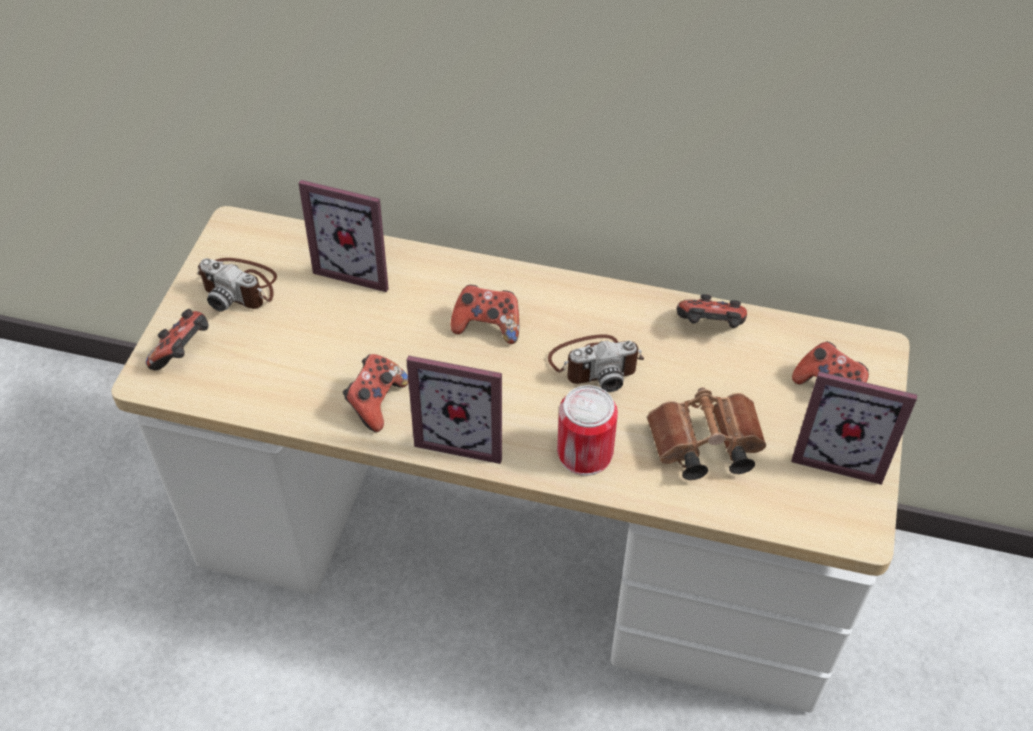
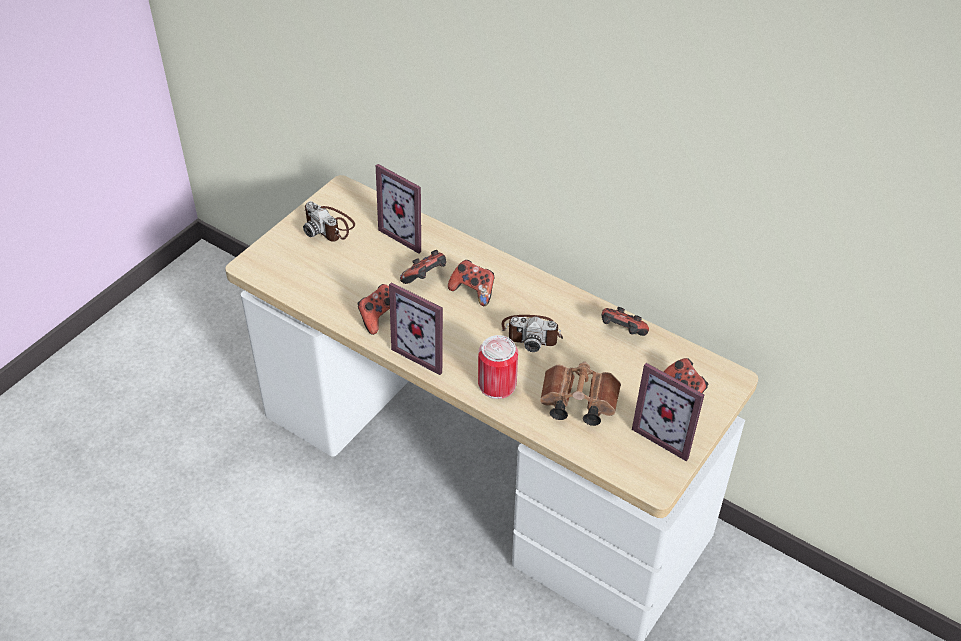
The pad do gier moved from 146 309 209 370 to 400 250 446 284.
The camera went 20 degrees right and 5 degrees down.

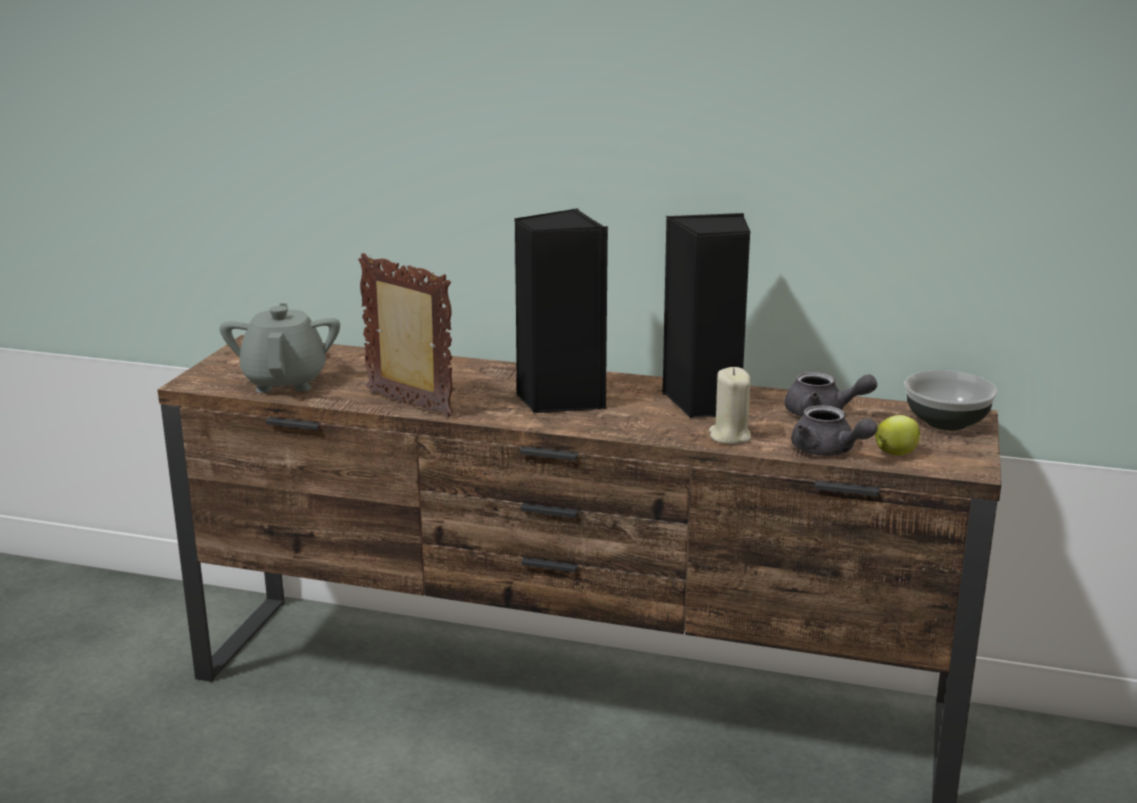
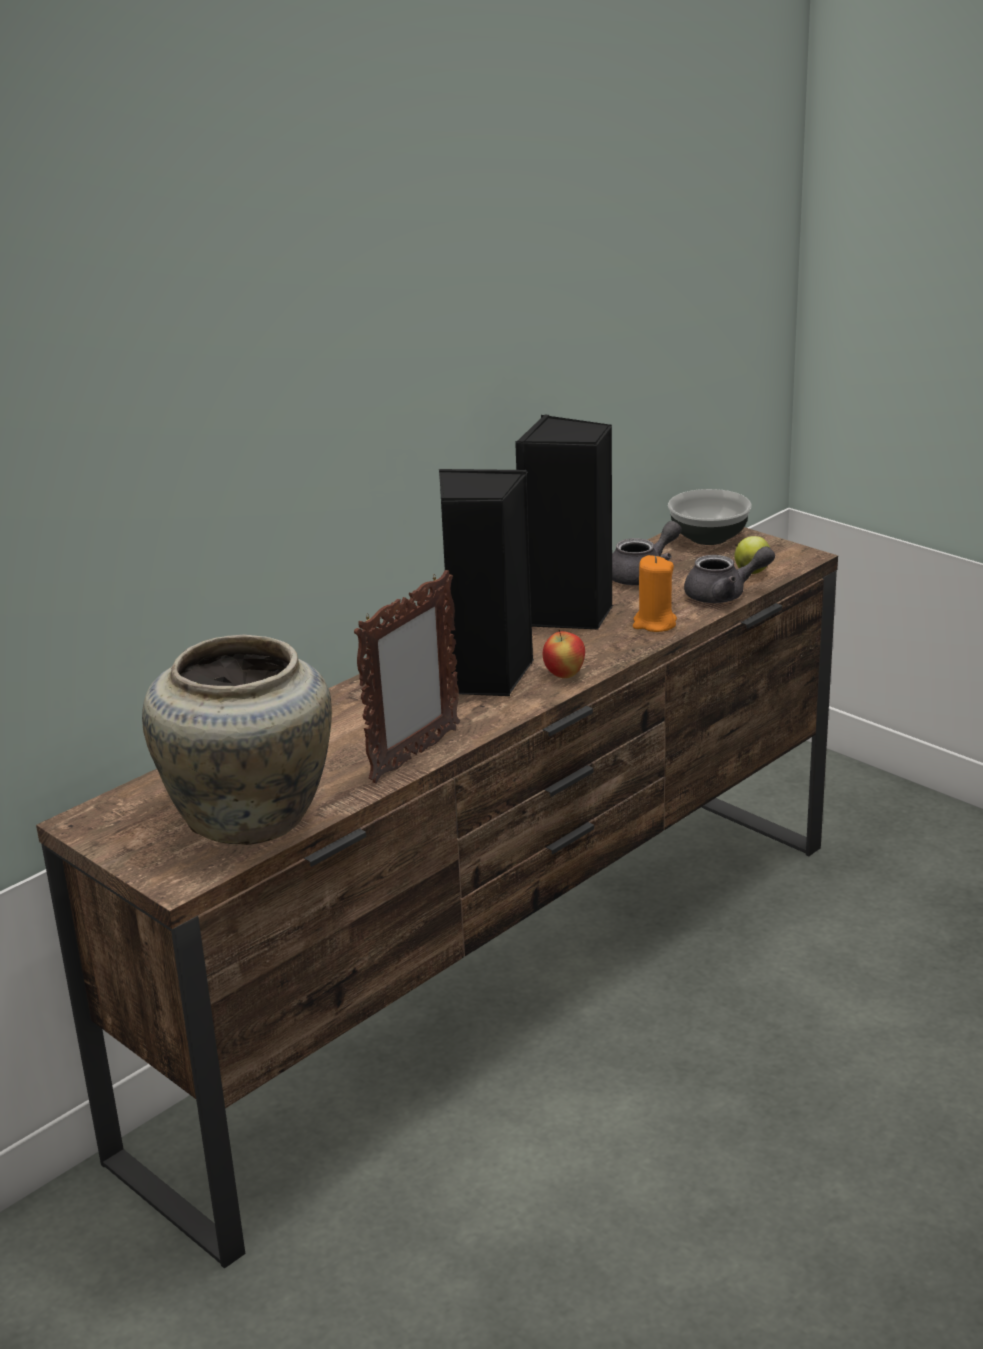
The imbryk [szary] at 220 303 340 393 was replaced by the wazon [beżowy] at 142 635 332 845.
The ramka na zdjęcie at 358 253 453 417 turned 150 degrees clockwise.
The świeca [beżowy] at 709 367 751 444 became the świeca [pomarańczowy] at 633 555 677 632.
The jabłko at 543 629 585 678 appeared.
The camera went 60 degrees left and 5 degrees up.

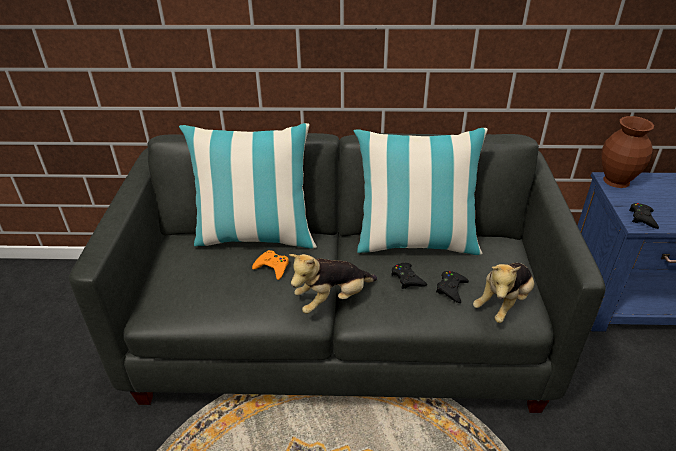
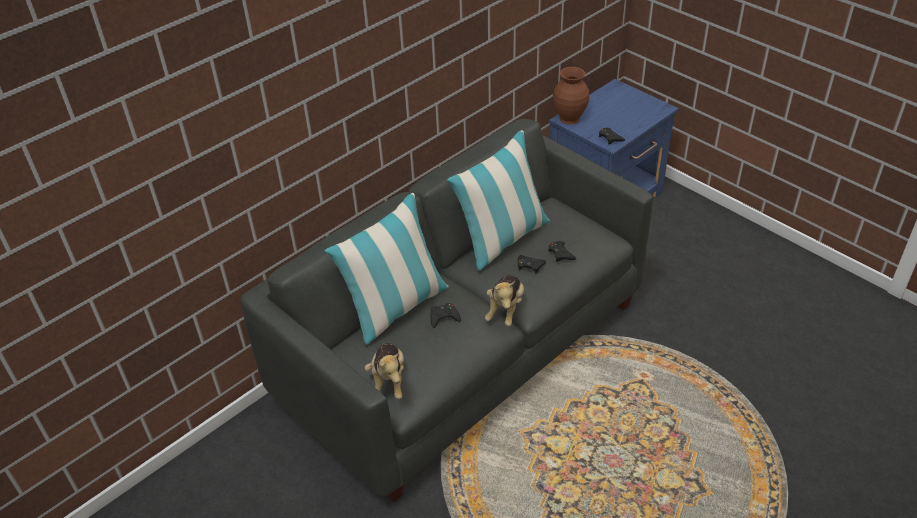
The pad do gier [pomarańczowy] at 252 250 289 280 became the pad do gier [czarny] at 430 303 461 328.
The pluszak moved from 473 263 534 323 to 365 343 404 399.
The camera went 45 degrees left and 5 degrees up.

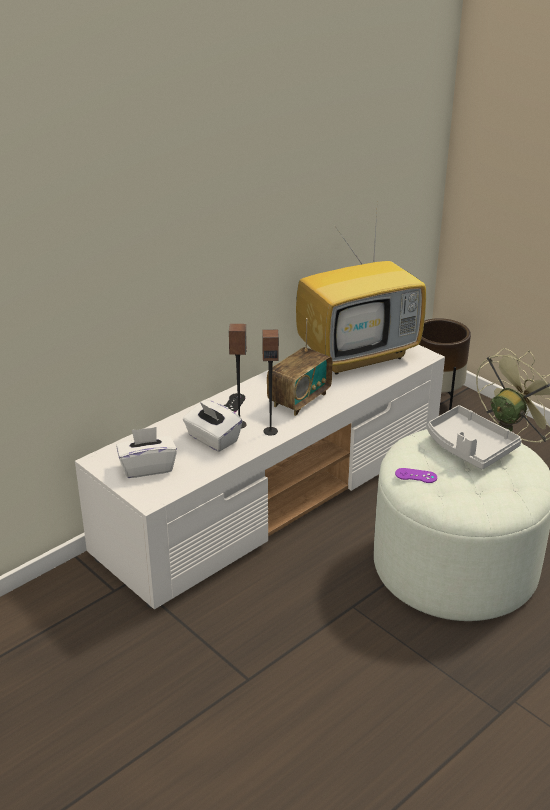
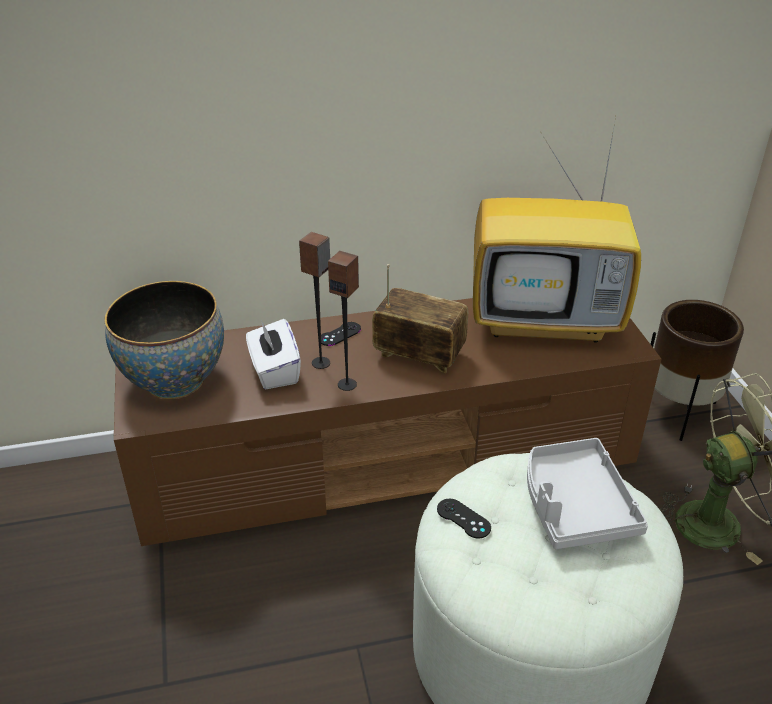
The szafka pod telewizor [biały] at 75 345 445 610 became the szafka pod telewizor [brązowy] at 114 298 661 546.
The pudełko chusteczek [biały] at 116 427 177 478 was replaced by the miska at 104 281 224 399.
The radio at 267 318 333 416 turned 135 degrees counterclockwise.
The pad do gier [fioletowy] at 395 468 437 483 became the pad do gier [czarny] at 437 499 491 538.
The camera went 30 degrees right and 5 degrees up.

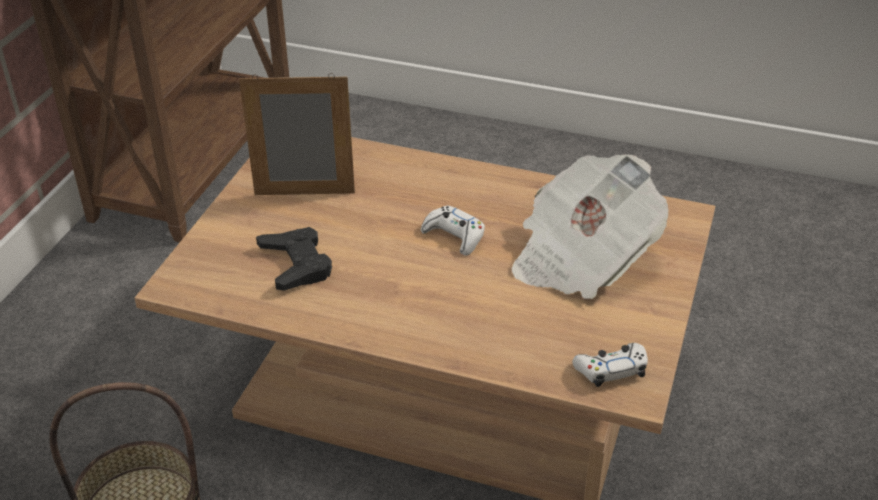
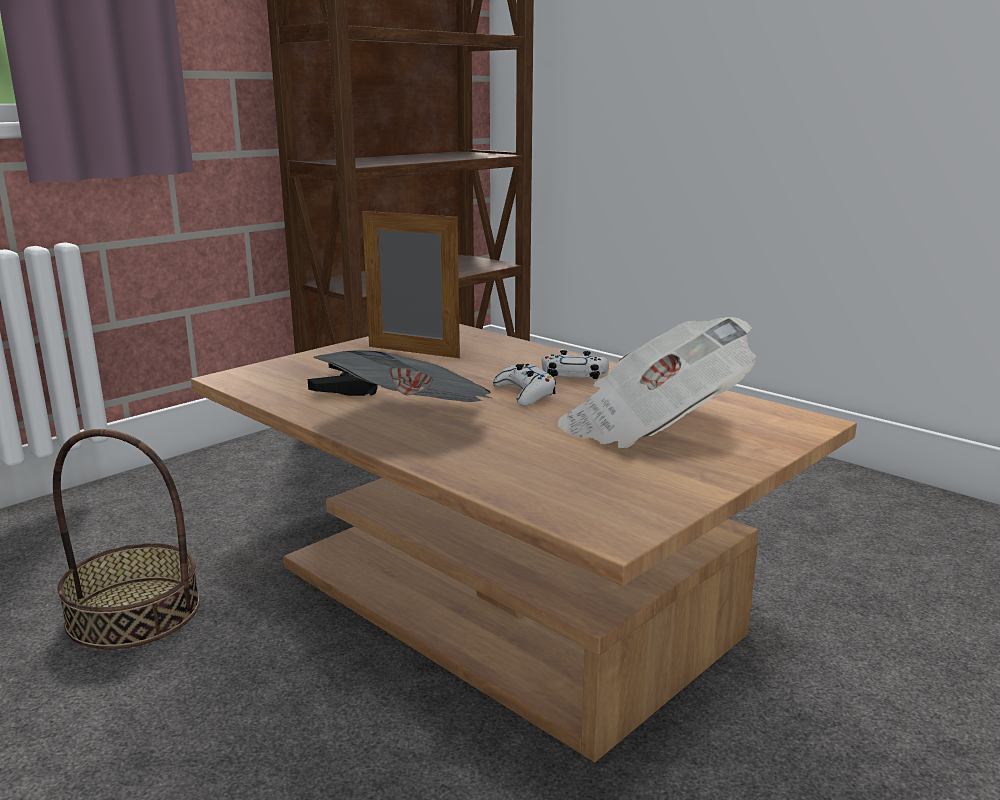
The pad do gier [biały] moved from 572 343 648 387 to 542 350 609 379.
The gazeta at 313 350 492 402 appeared.
The camera went 25 degrees right and 20 degrees down.

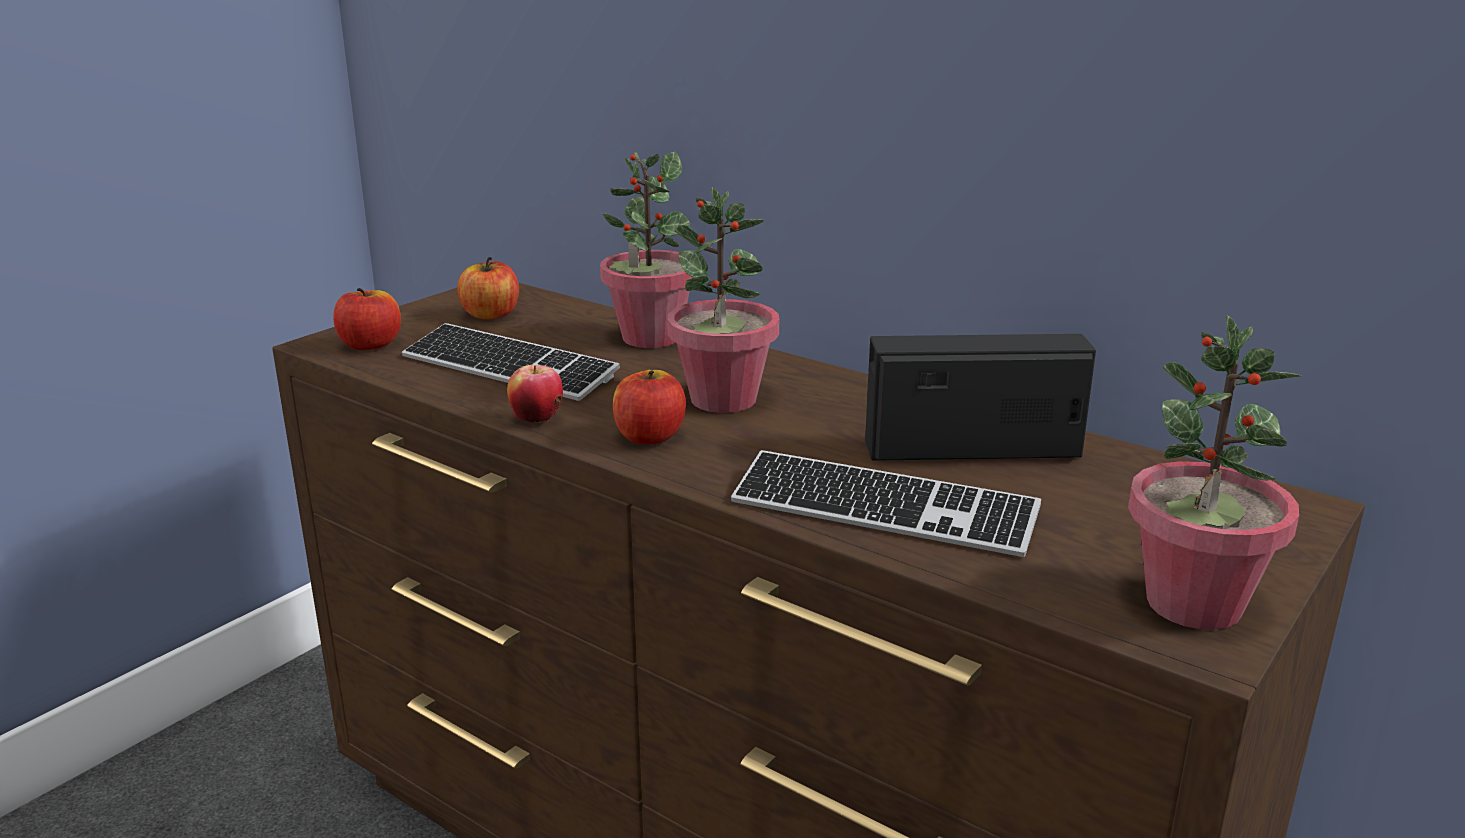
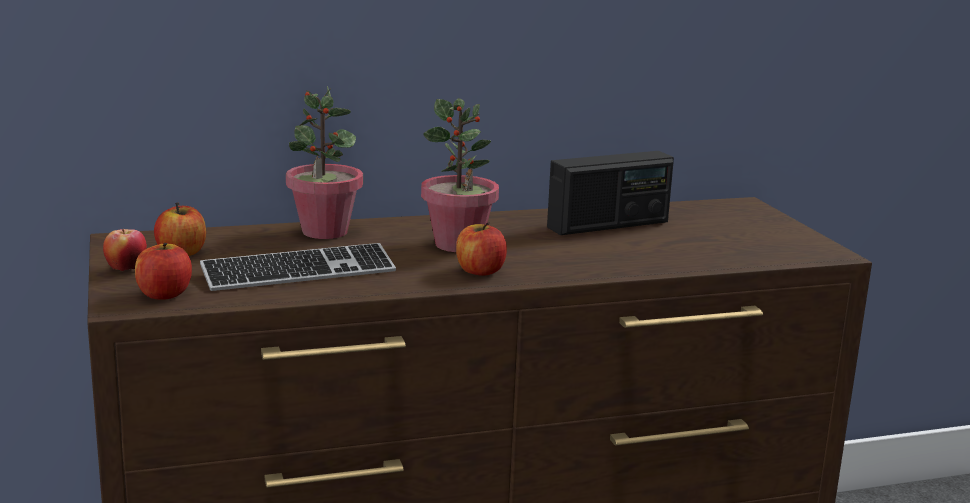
The jabłko moved from 507 365 563 423 to 103 229 147 271.
The klawiatura at 731 450 1041 557 disappeared.
The radio at 865 334 1096 461 turned 150 degrees counterclockwise.
The roślina doniczkowa at 1128 315 1302 630 disappeared.
The camera went 55 degrees left and 5 degrees down.

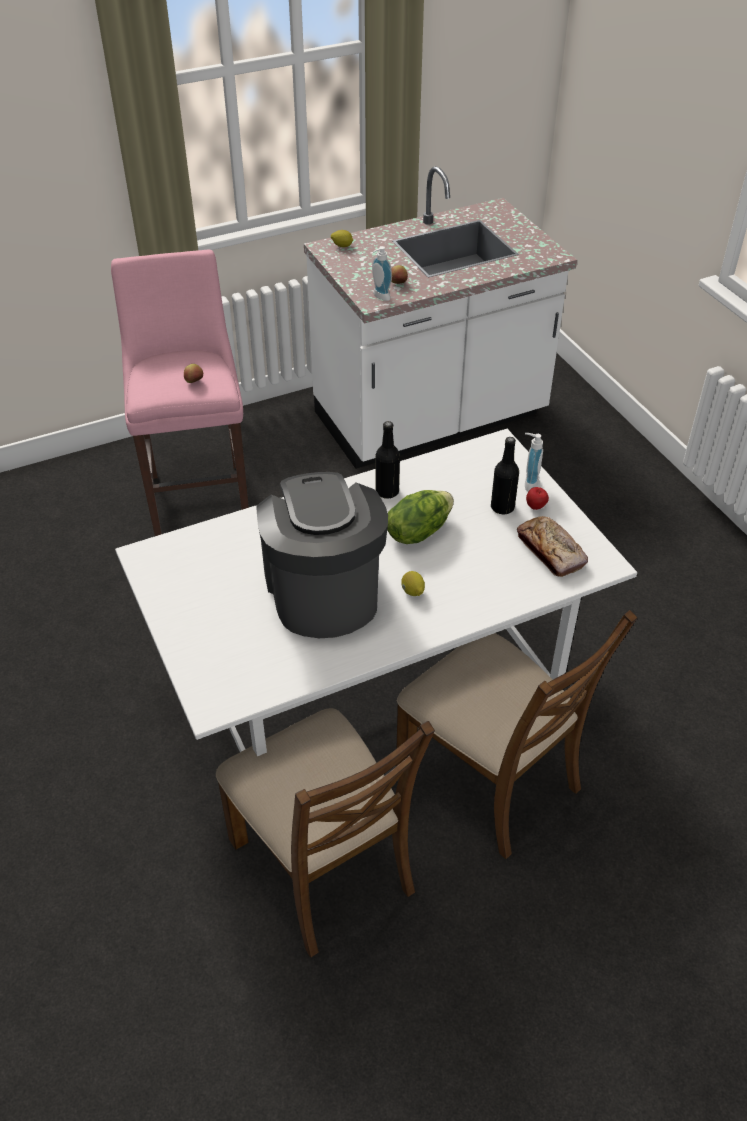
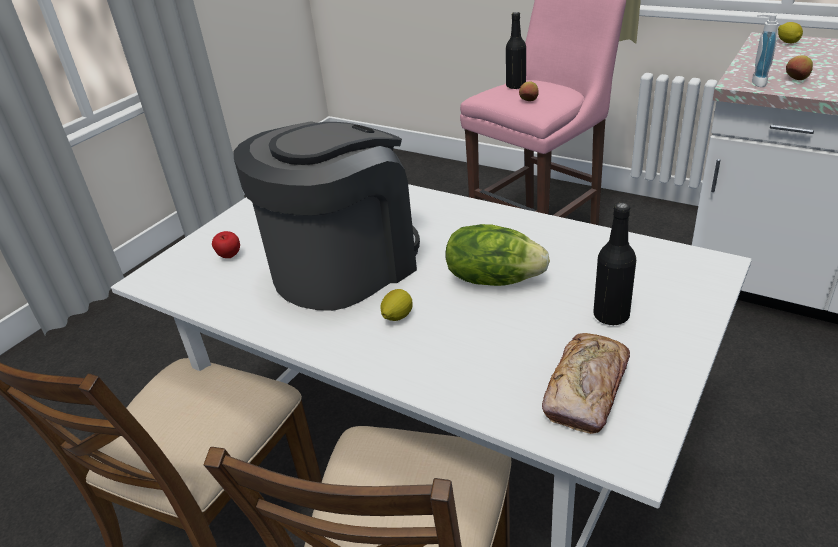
The butelka [czarny] moved from 376 421 400 498 to 506 12 526 89.
The dozownik mydła at 525 433 543 491 disappeared.
The jabłko moved from 526 487 549 510 to 212 231 240 258.
The camera went 60 degrees right and 10 degrees down.

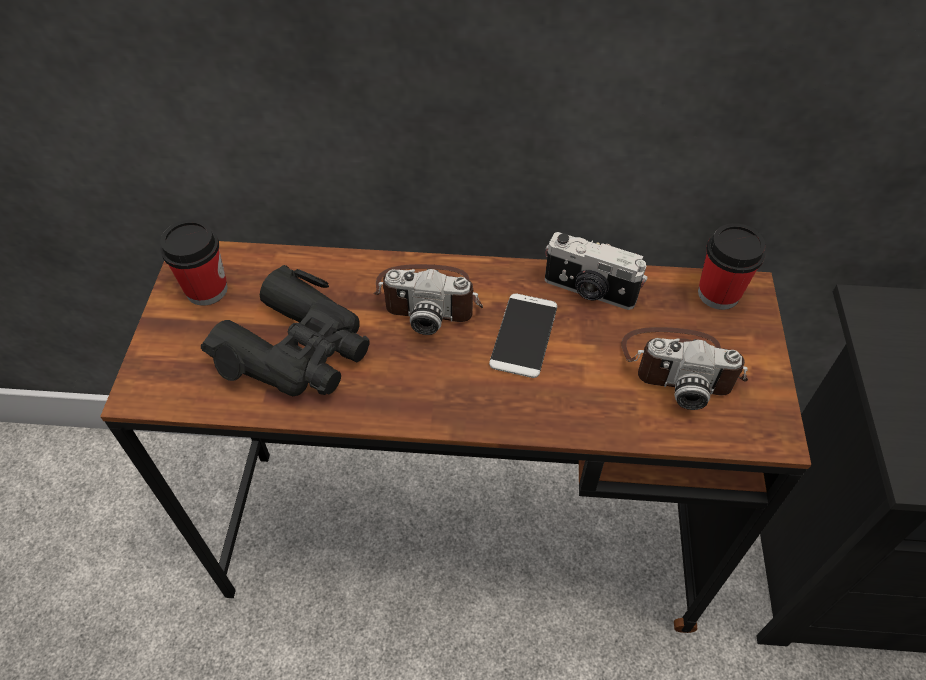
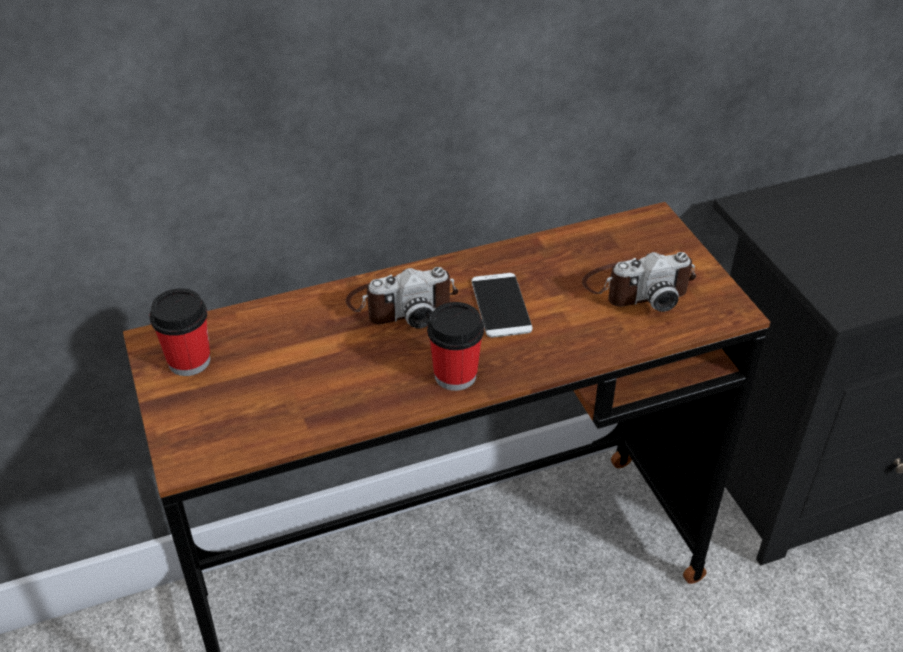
The lornetka [czarny] at 201 265 370 396 disappeared.
The aparat fotograficzny at 545 232 648 310 disappeared.
The filiżanka moved from 698 223 766 310 to 427 302 484 391.
The camera went 25 degrees left and 10 degrees down.

